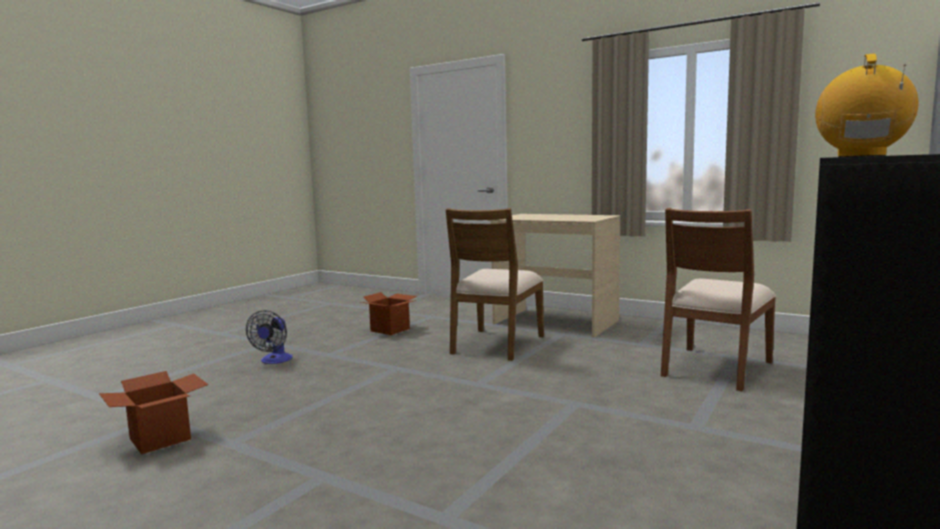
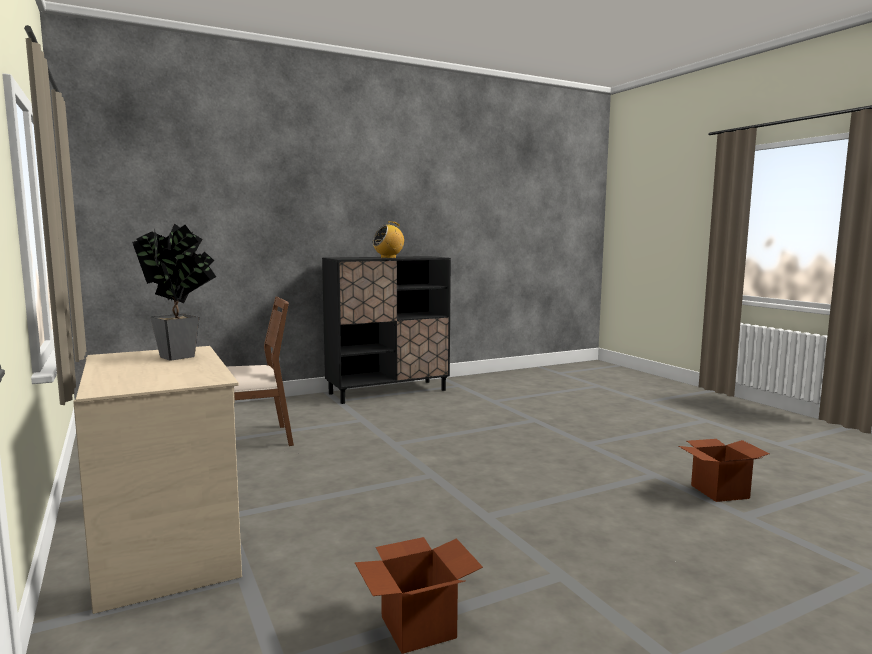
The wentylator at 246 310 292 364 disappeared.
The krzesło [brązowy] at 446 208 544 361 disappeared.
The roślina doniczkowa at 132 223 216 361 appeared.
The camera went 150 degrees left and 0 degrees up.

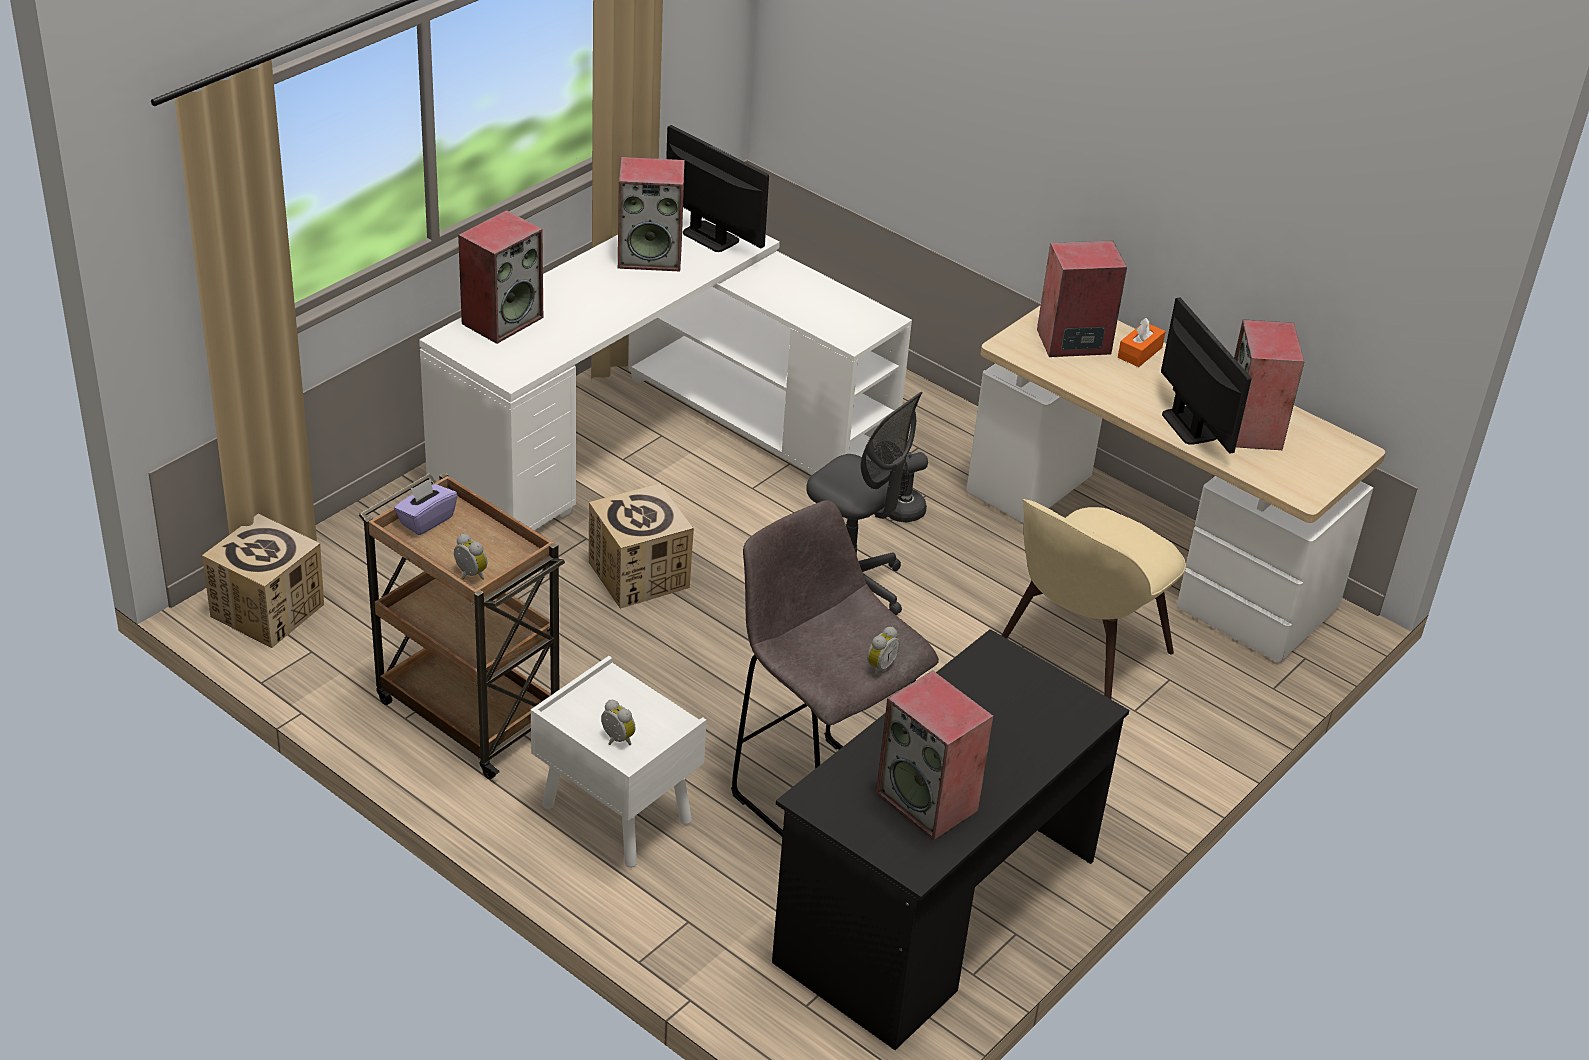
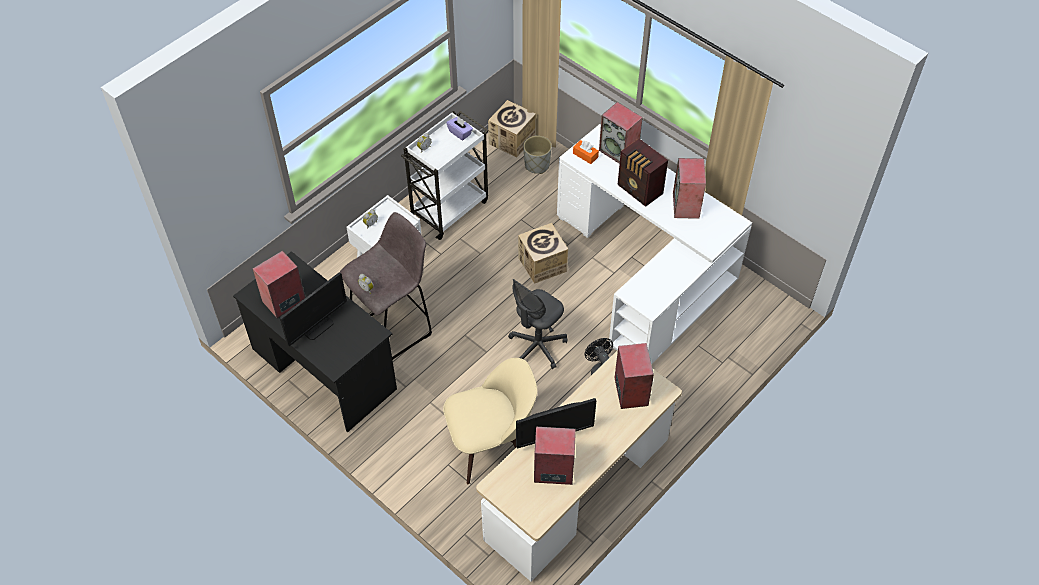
The wózek [brązowy] at 359 473 565 779 became the wózek [biały] at 401 111 489 240.
The monitor moved from 666 125 769 252 to 280 272 347 346.
The krzesło [beżowy] at 1001 499 1186 699 turned 120 degrees clockwise.
The pudełko chusteczek [pomarańczowy] moved from 1118 318 1166 367 to 573 140 599 164.
The donica [szary] at 523 136 552 174 appeared.
The radio at 618 138 668 207 appeared.
The camera went 95 degrees right and 15 degrees up.

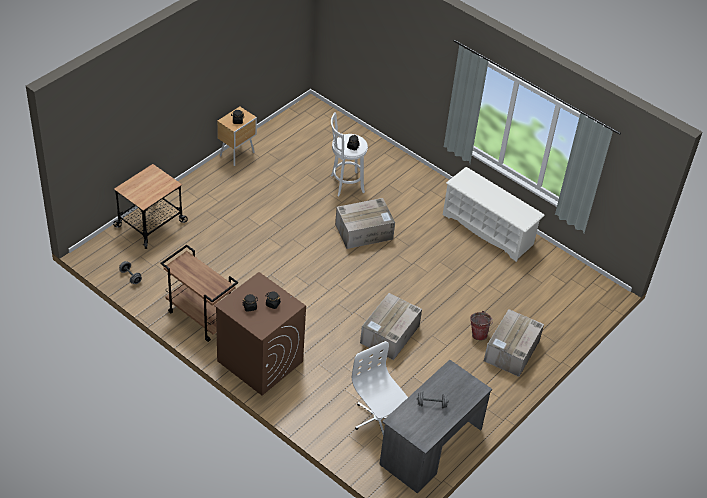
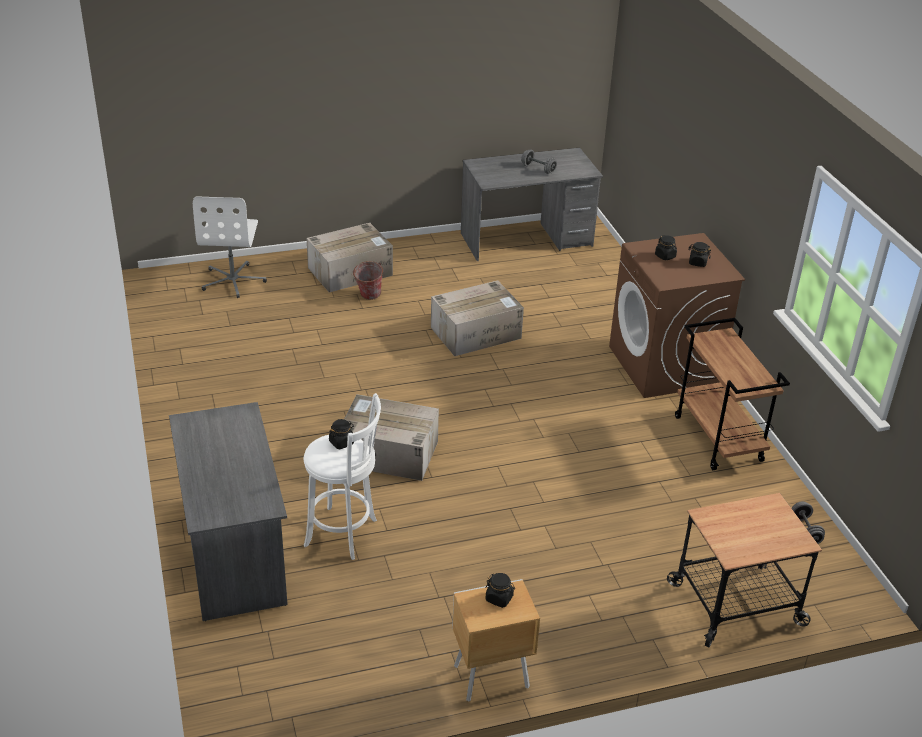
The krzesło biurowe [biały] moved from 352 341 408 435 to 193 196 267 298.
The regał na buty [biały] at 443 167 545 262 disappeared.
The biurko [szary] at 169 402 288 621 appeared.
The camera went 145 degrees left and 10 degrees down.

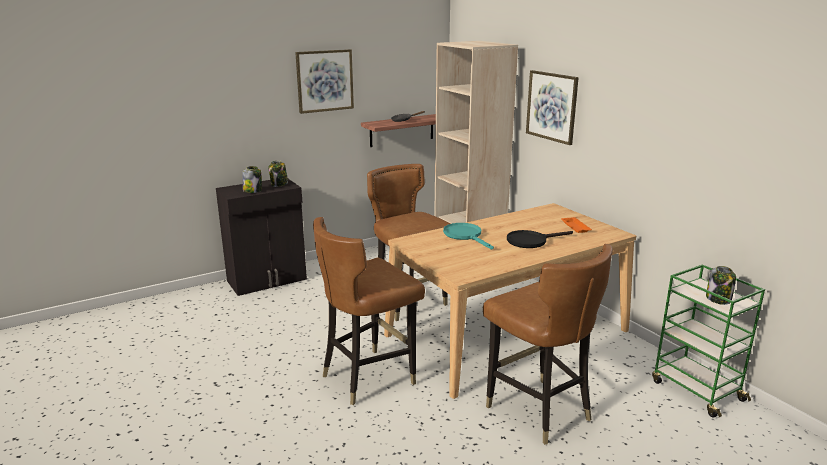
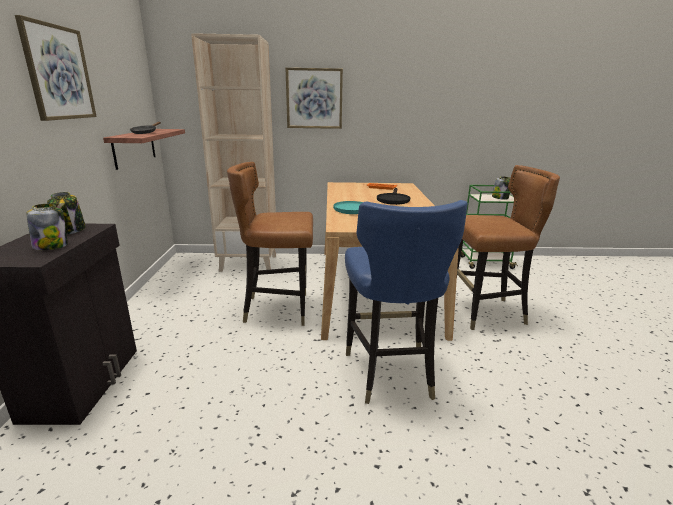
The krzesło [brązowy] at 313 217 425 405 became the krzesło [niebieski] at 345 200 468 404.
The camera went 60 degrees left and 0 degrees up.

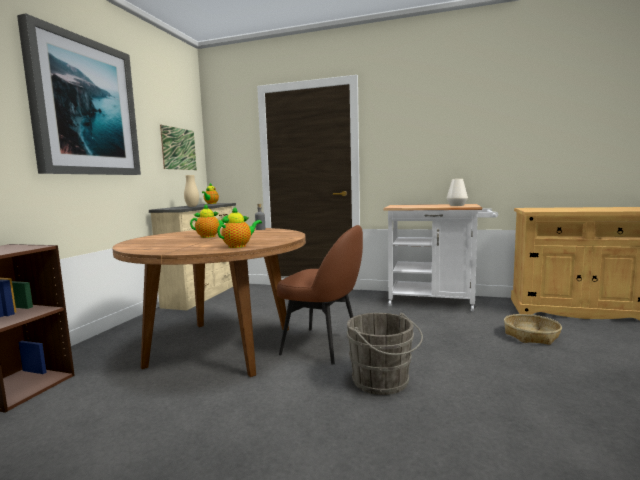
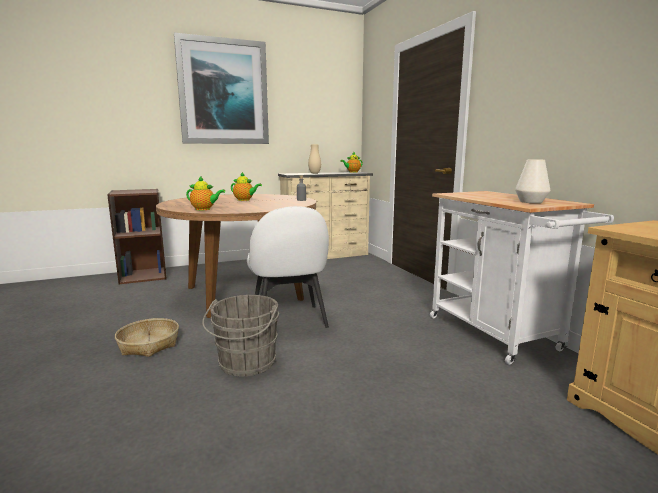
The obraz at 160 125 197 170 disappeared.
The krzesło [brązowy] at 277 225 363 365 became the krzesło [biały] at 247 206 329 328.
The koszyk moved from 504 314 562 345 to 115 318 179 357.
The camera went 50 degrees right and 5 degrees up.

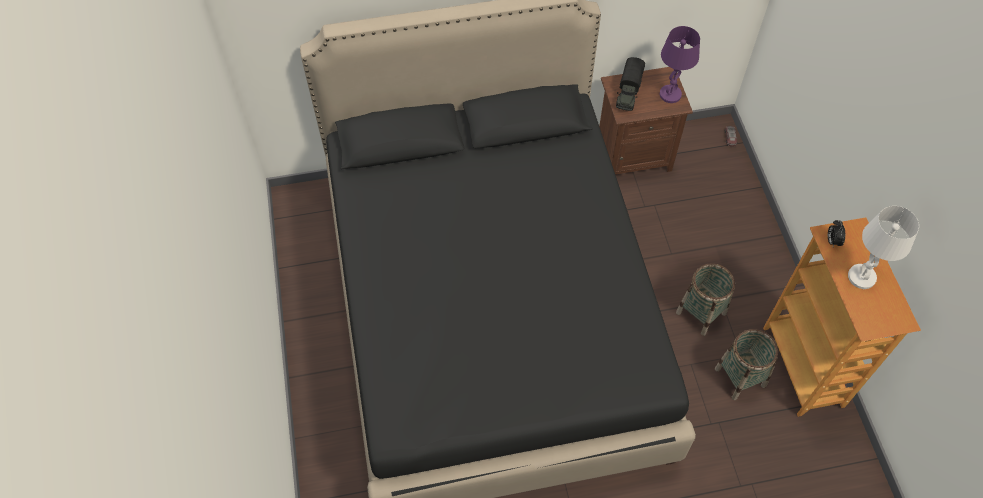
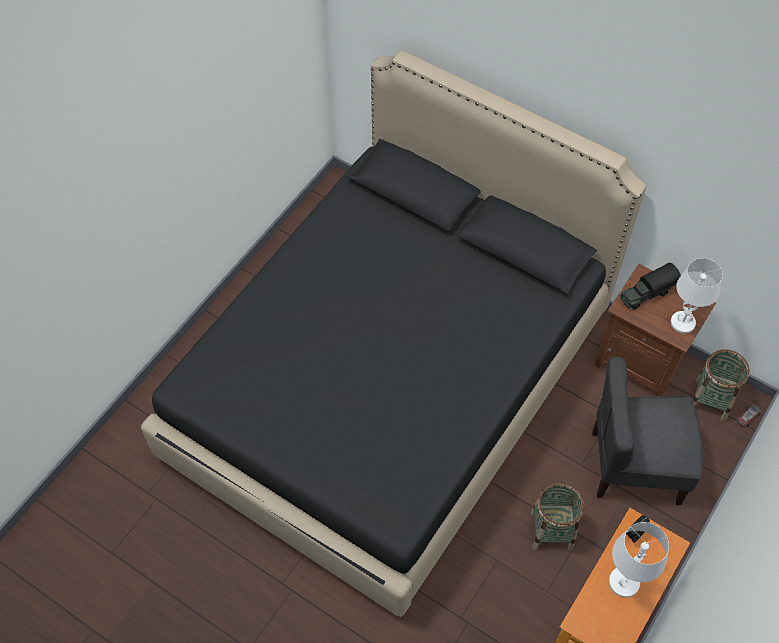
The lampa stołowa [fioletowy] at 660 26 700 103 became the lampa stołowa [biały] at 671 258 723 334.
The koszyk moved from 715 329 778 400 to 692 349 750 422.
The krzesło [szary] at 592 357 703 505 appeared.
The camera went 45 degrees right and 0 degrees up.

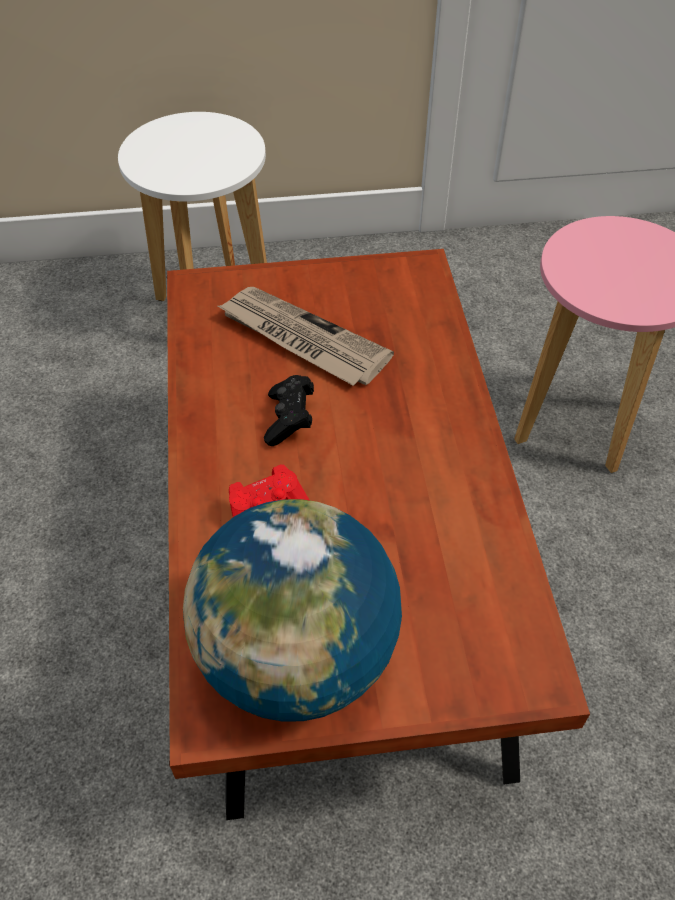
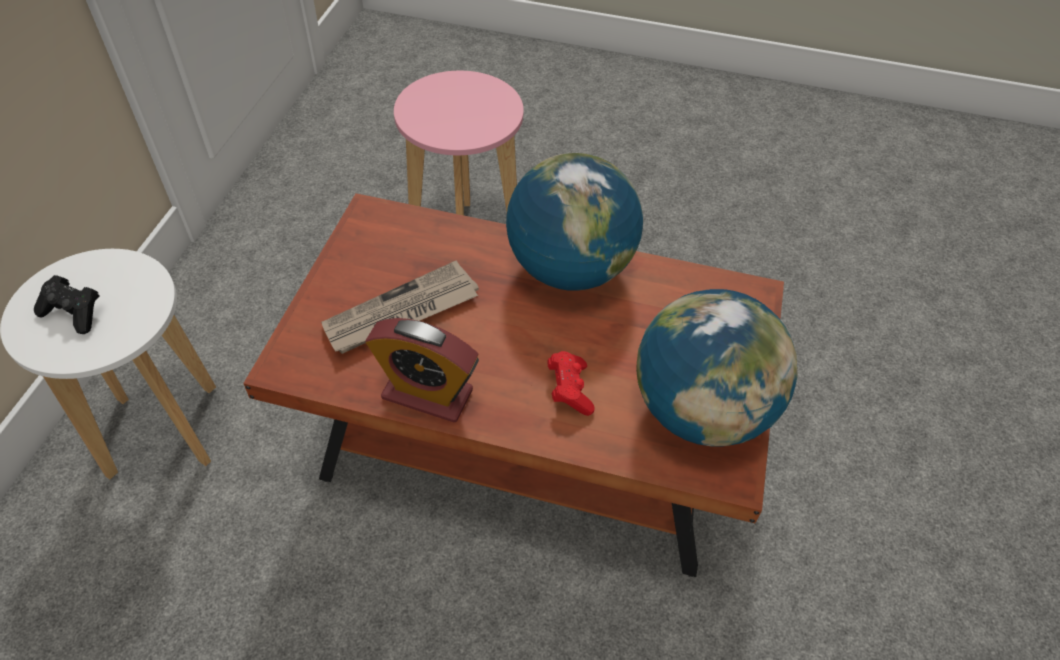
The pad do gier [czarny] moved from 264 375 314 446 to 34 275 100 334.
The budzik at 365 318 479 422 appeared.
The globus at 506 153 643 291 appeared.
The camera went 70 degrees left and 0 degrees up.

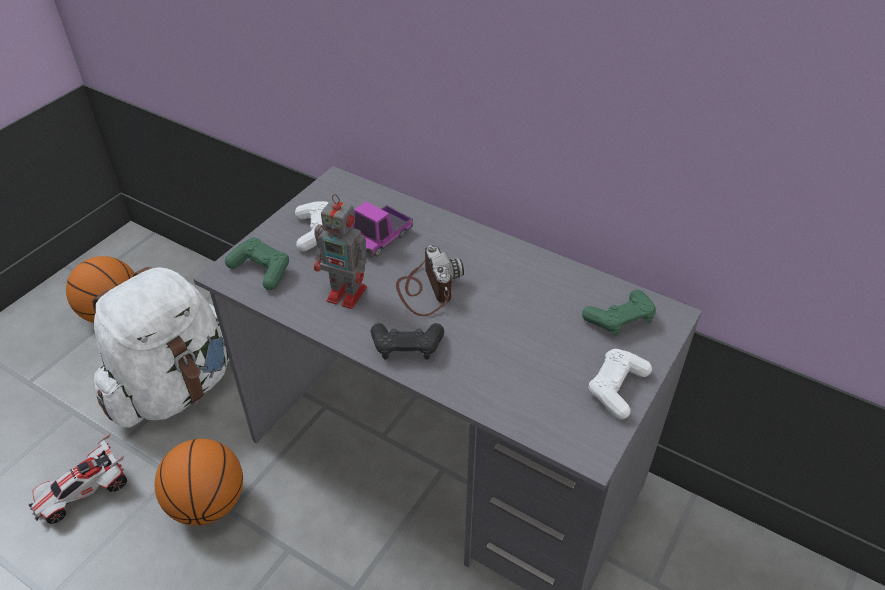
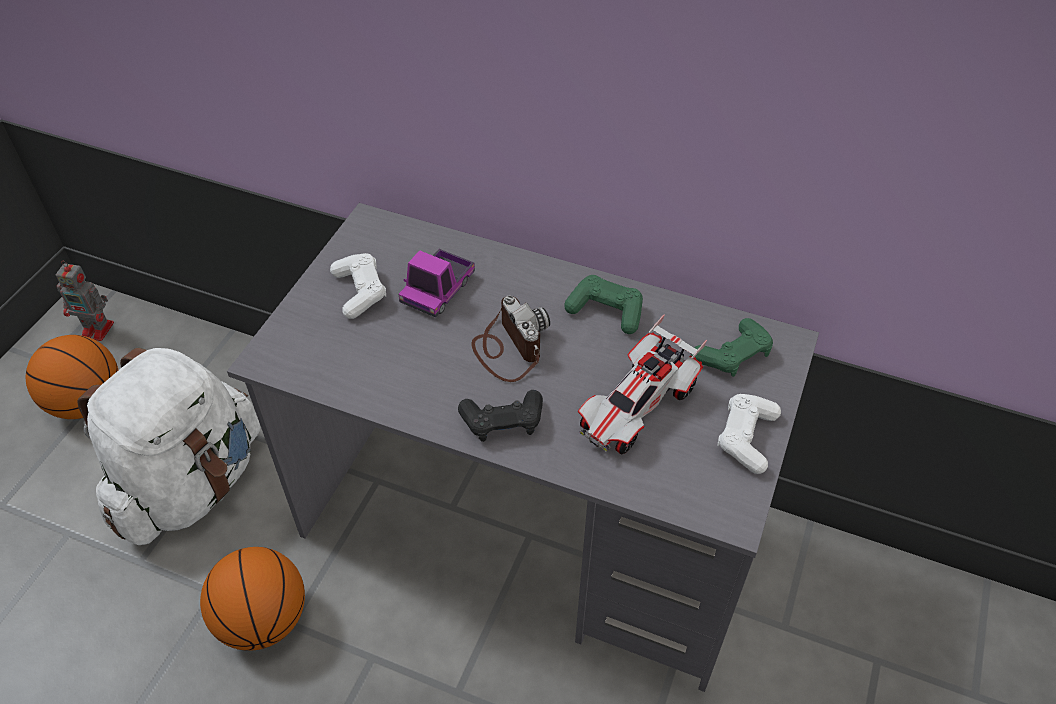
The samochodzik moved from 28 433 127 524 to 578 315 707 455.
The pad do gier [zielony] moved from 225 238 289 290 to 564 275 643 334.
The robot zabawkowy moved from 314 194 374 309 to 56 261 114 341.
The camera went 10 degrees left and 5 degrees up.

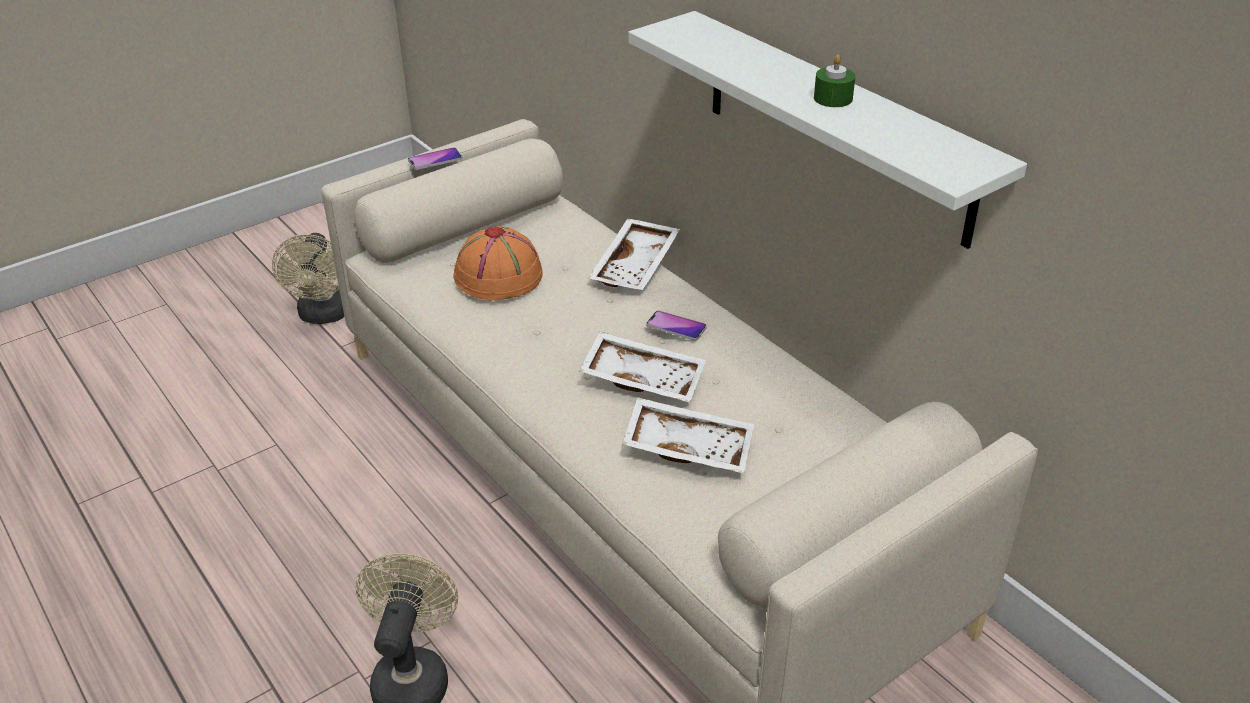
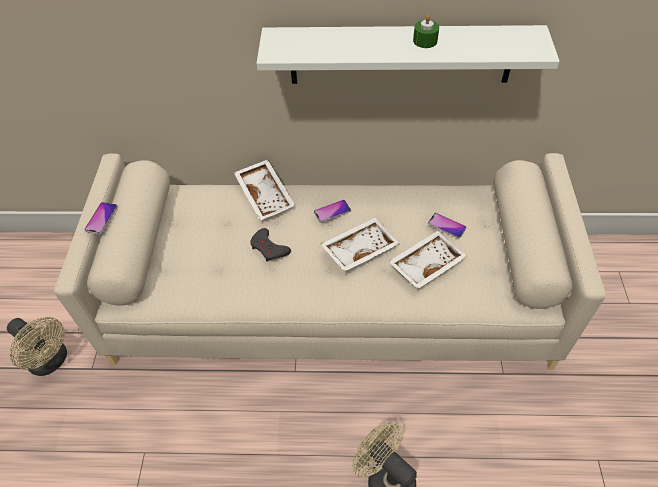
The kapelusz [pomarańczowy] at 453 226 543 301 disappeared.
The pad do gier [szary] at 250 228 291 261 appeared.
The telefon at 428 213 466 238 appeared.
The camera went 50 degrees left and 15 degrees up.

